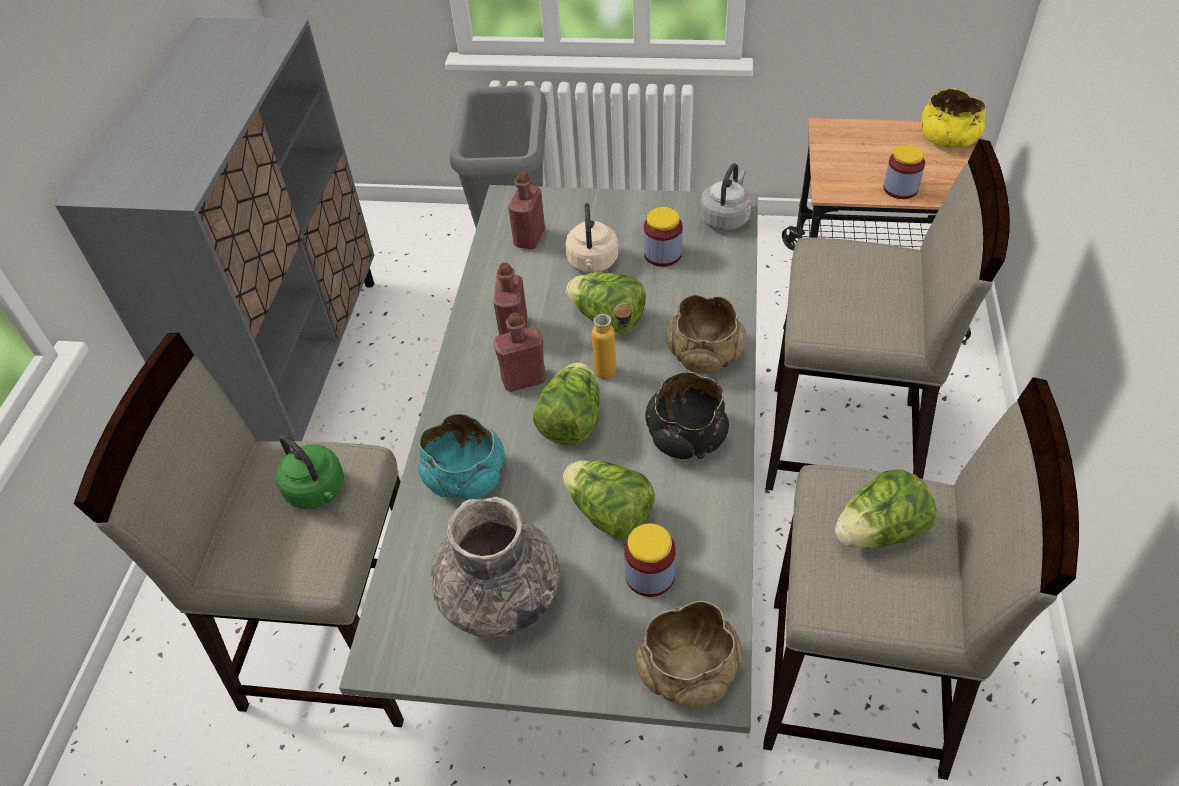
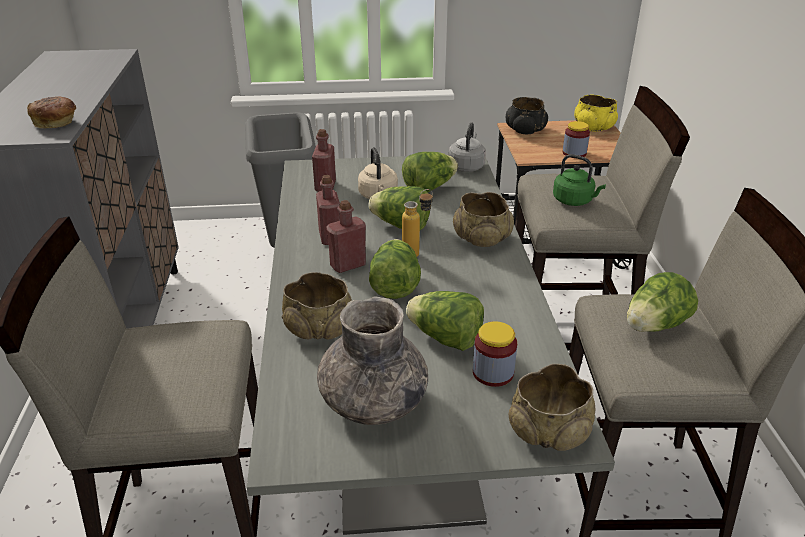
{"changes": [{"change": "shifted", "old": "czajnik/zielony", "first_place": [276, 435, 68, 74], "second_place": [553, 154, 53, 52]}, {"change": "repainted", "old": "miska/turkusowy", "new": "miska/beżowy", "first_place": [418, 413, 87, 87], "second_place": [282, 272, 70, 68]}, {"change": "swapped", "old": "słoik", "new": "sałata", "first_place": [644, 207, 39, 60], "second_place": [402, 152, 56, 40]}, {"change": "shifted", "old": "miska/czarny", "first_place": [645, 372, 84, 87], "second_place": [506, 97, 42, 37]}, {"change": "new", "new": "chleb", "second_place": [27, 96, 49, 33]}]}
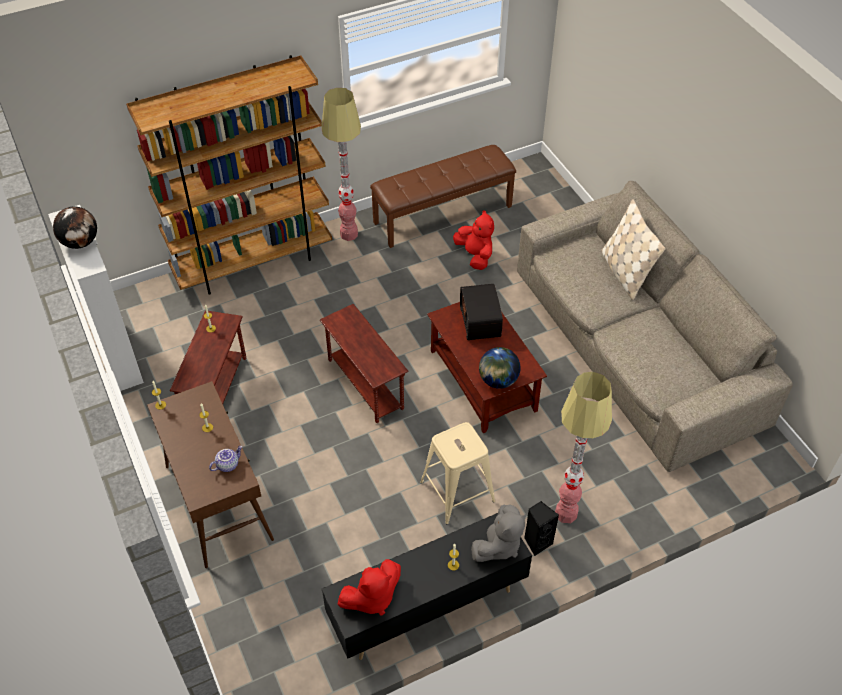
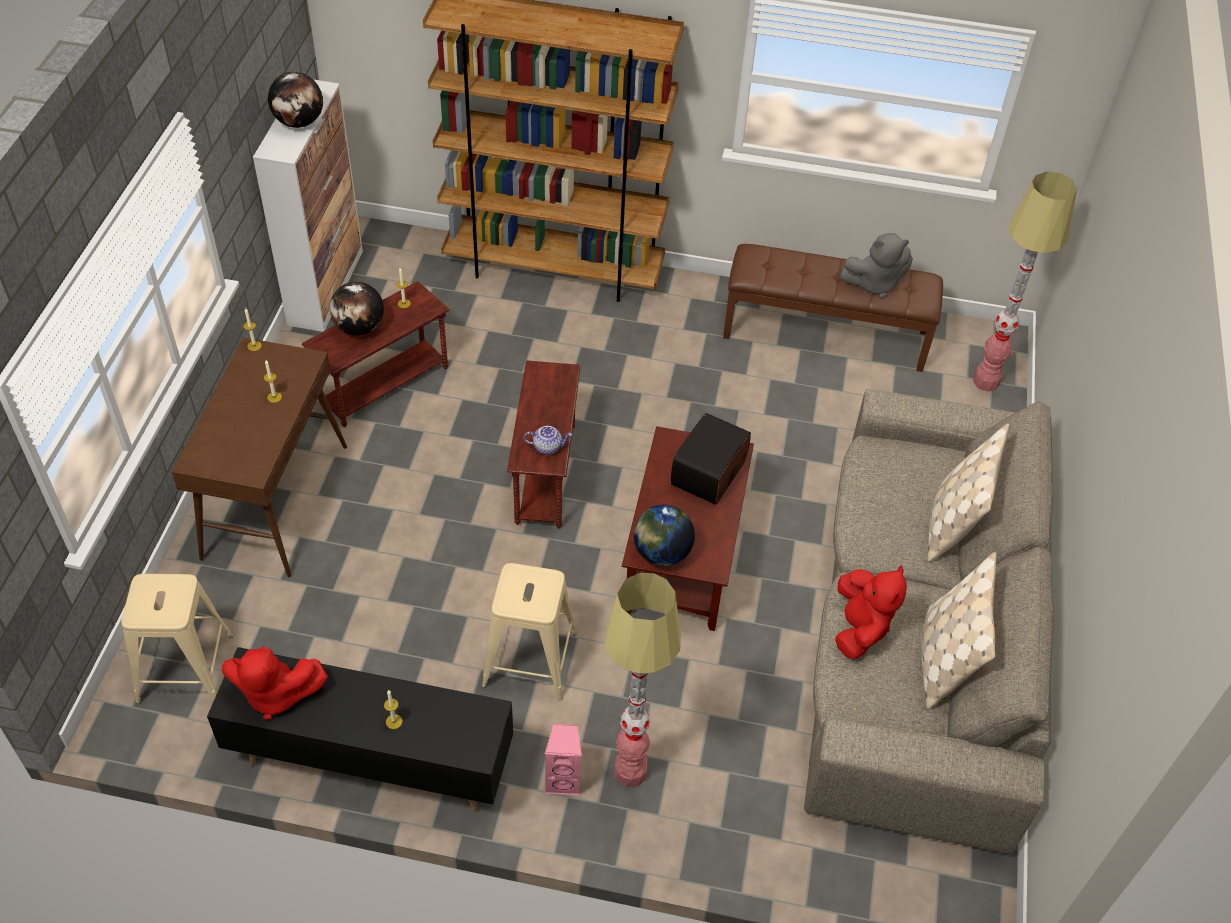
{"changes": [{"change": "shifted", "old": "imbryk", "first_place": [209, 446, 34, 26], "second_place": [523, 426, 49, 29]}, {"change": "shifted", "old": "lampa stojąca", "first_place": [322, 88, 39, 153], "second_place": [973, 171, 104, 221]}, {"change": "shifted", "old": "pluszak/czerwony", "first_place": [453, 210, 41, 60], "second_place": [835, 565, 72, 94]}, {"change": "shifted", "old": "pluszak/szary", "first_place": [471, 504, 56, 58], "second_place": [839, 233, 74, 65]}, {"change": "repainted", "old": "głośnik/czarny", "new": "głośnik/różowy", "first_place": [524, 501, 35, 55], "second_place": [545, 724, 37, 71]}, {"change": "new", "new": "stołek/beżowy", "second_place": [121, 574, 112, 130]}, {"change": "new", "new": "globus", "second_place": [330, 282, 54, 53]}, {"change": "new", "new": "poduszka/beżowy", "second_place": [921, 552, 75, 158]}]}
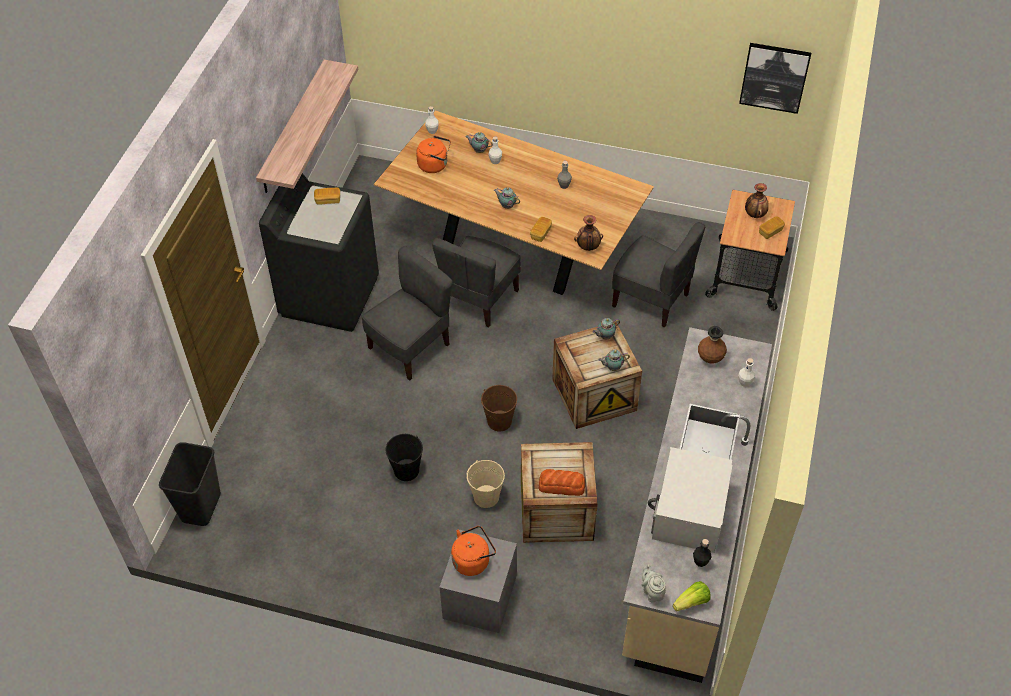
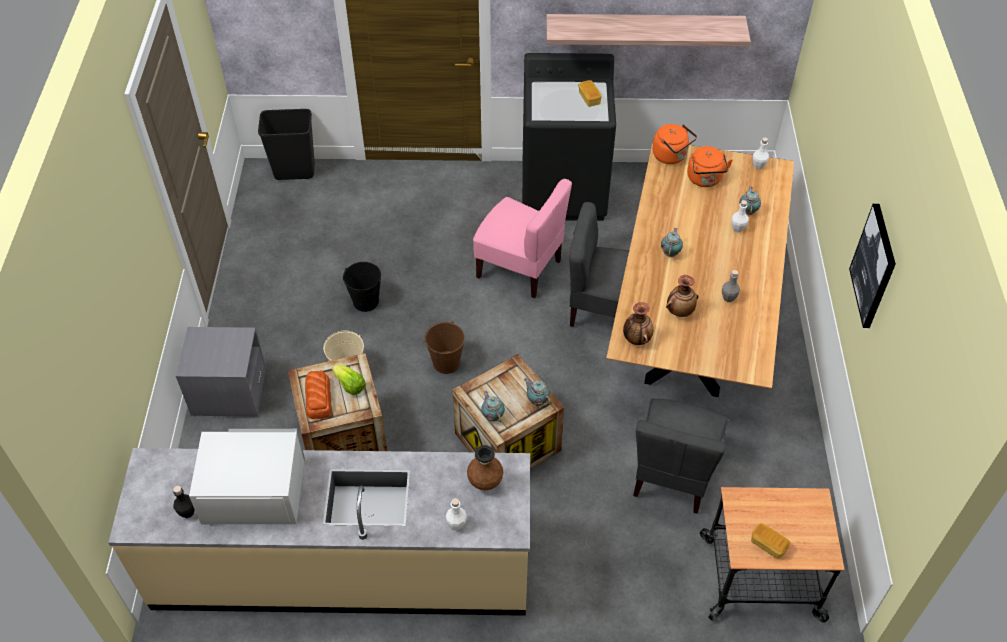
{"changes": [{"change": "repainted", "old": "krzesło/szary", "new": "krzesło/różowy", "first_place": [362, 246, 91, 135], "second_place": [473, 179, 99, 119]}, {"change": "shifted", "old": "czajnik/pomarańczowy", "first_place": [451, 526, 45, 50], "second_place": [652, 124, 45, 40]}, {"change": "gone", "old": "chleb", "first_place": [530, 217, 22, 25]}, {"change": "gone", "old": "imbryk/szary", "first_place": [642, 564, 24, 38]}, {"change": "shifted", "old": "sałata", "first_place": [673, 581, 38, 30], "second_place": [332, 364, 34, 31]}, {"change": "shifted", "old": "obraz", "first_place": [739, 43, 72, 71], "second_place": [849, 204, 47, 124]}, {"change": "shifted", "old": "wazon", "first_place": [745, 183, 24, 35], "second_place": [666, 275, 33, 42]}]}
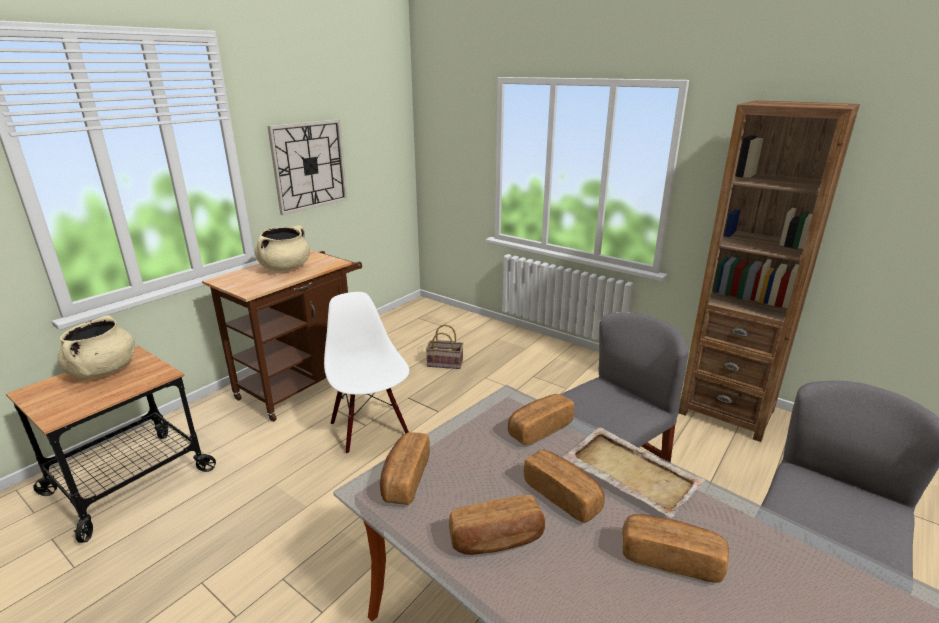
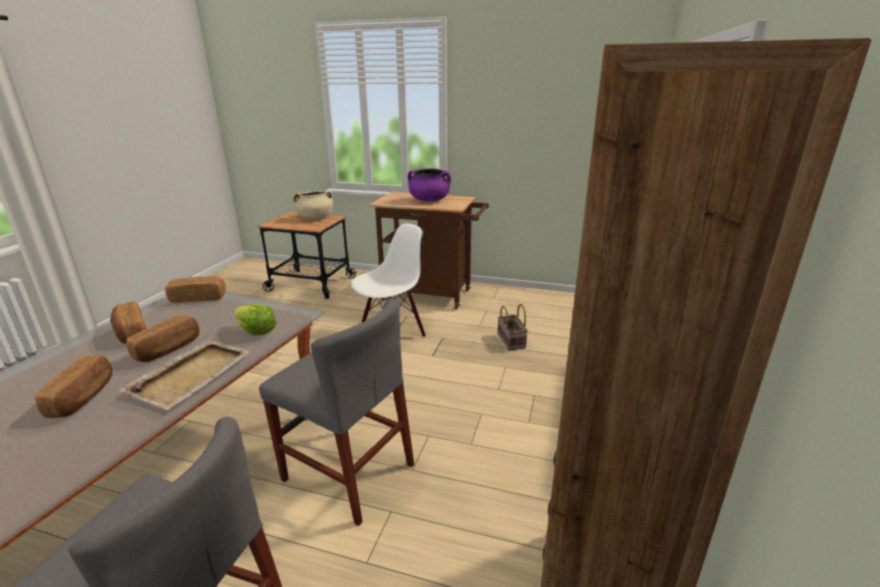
{"changes": [{"change": "repainted", "old": "garnek/beżowy", "new": "garnek/fioletowy", "first_place": [254, 226, 56, 45], "second_place": [408, 168, 43, 33]}, {"change": "gone", "old": "zegar ścienny", "first_place": [267, 119, 80, 96]}, {"change": "swapped", "old": "chleb", "new": "sałata", "first_place": [508, 394, 66, 51], "second_place": [233, 304, 44, 32]}]}
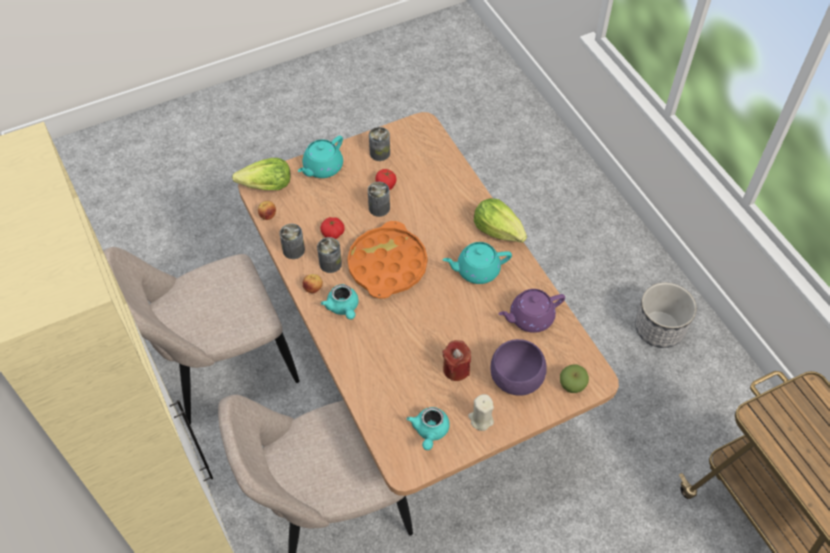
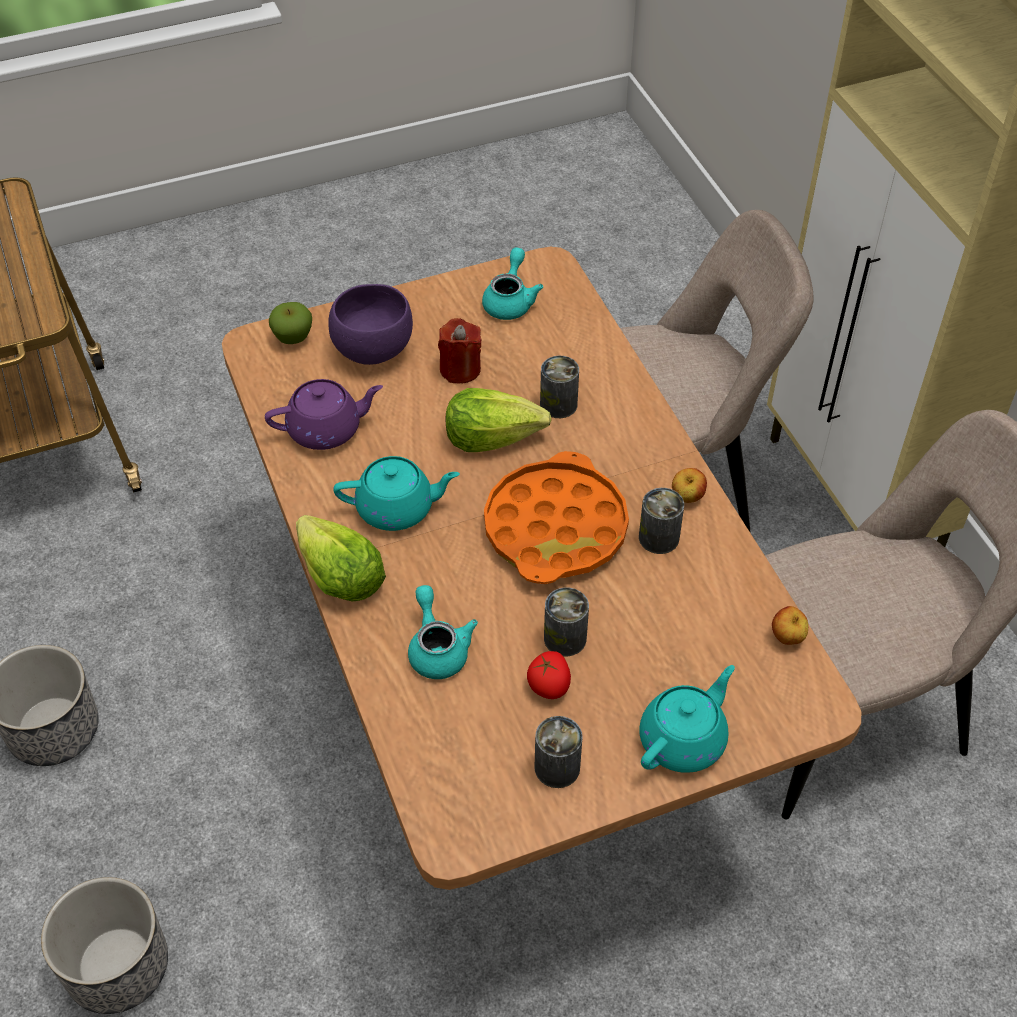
{"changes": [{"change": "shifted", "old": "sałata", "first_place": [232, 158, 59, 32], "second_place": [446, 388, 106, 64]}, {"change": "shifted", "old": "puszka", "first_place": [279, 224, 26, 35], "second_place": [540, 356, 39, 62]}, {"change": "gone", "old": "pomidor", "first_place": [320, 217, 25, 22]}, {"change": "shifted", "old": "imbryk/turkusowy", "first_place": [321, 284, 38, 36], "second_place": [408, 585, 70, 94]}, {"change": "gone", "old": "świeca/beżowy", "first_place": [468, 394, 26, 37]}, {"change": "new", "new": "donica", "second_place": [41, 877, 127, 137]}]}
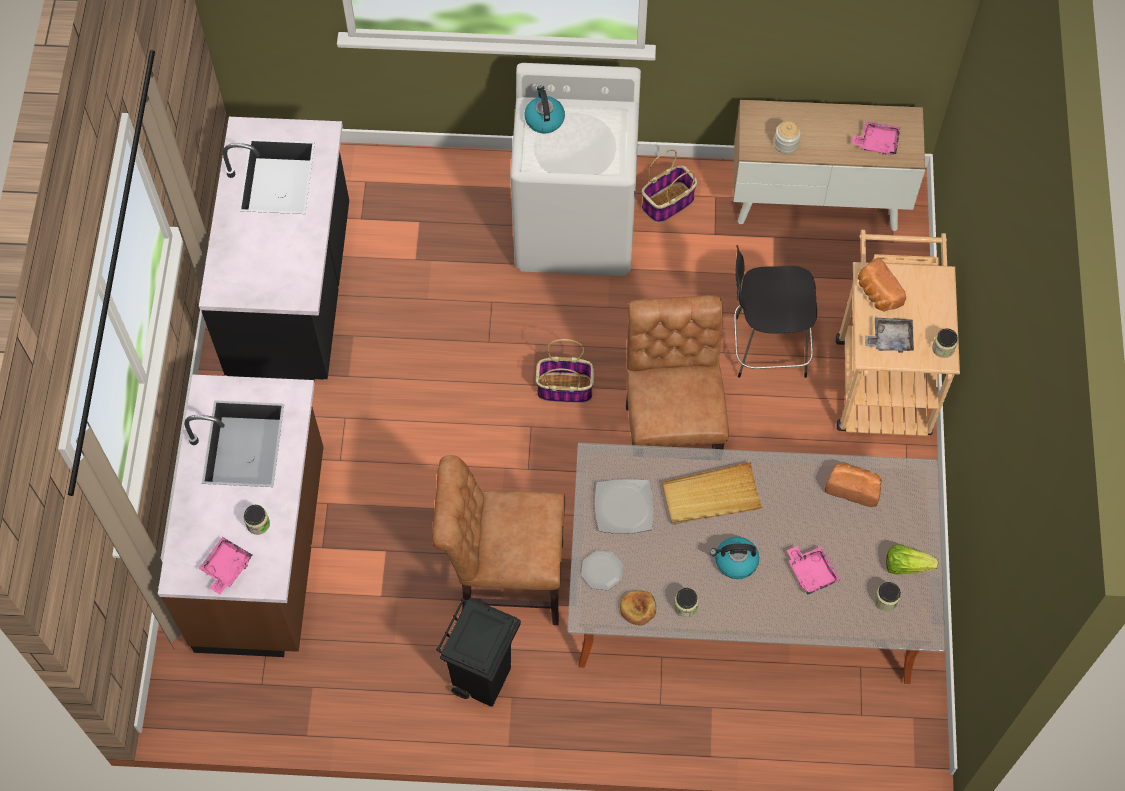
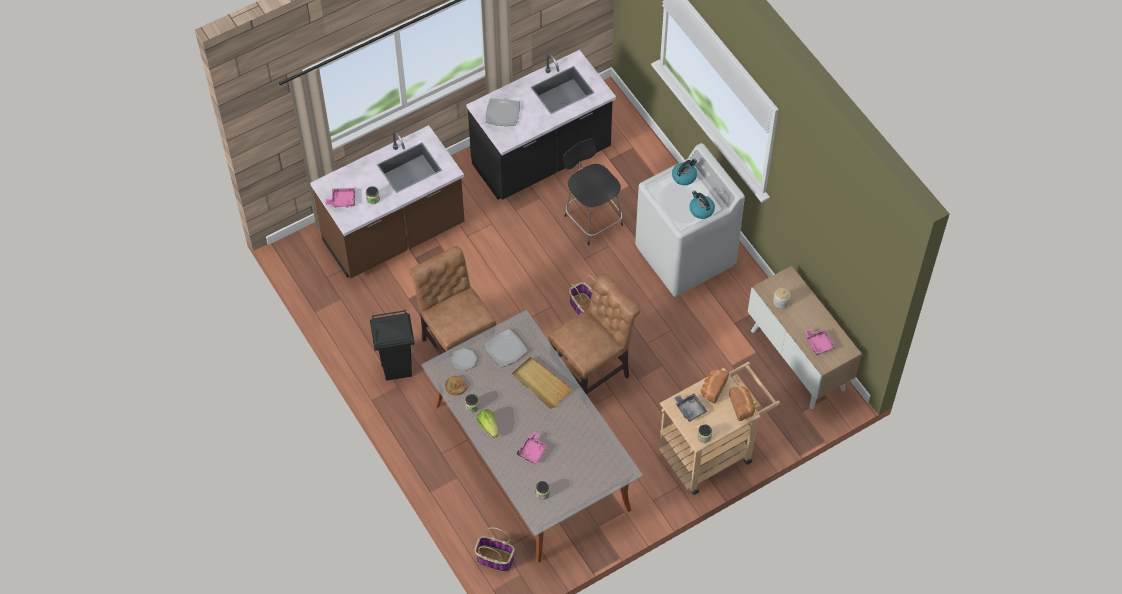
{"changes": [{"change": "shifted", "old": "koszyk", "first_place": [642, 149, 55, 74], "second_place": [475, 527, 40, 45]}, {"change": "shifted", "old": "czajnik", "first_place": [710, 537, 49, 42], "second_place": [690, 191, 25, 28]}, {"change": "shifted", "old": "krzesło/czarny", "first_place": [734, 245, 83, 133], "second_place": [563, 138, 60, 107]}, {"change": "shifted", "old": "chleb", "first_place": [825, 464, 57, 43], "second_place": [729, 386, 26, 35]}, {"change": "shifted", "old": "sałata", "first_place": [886, 544, 52, 31], "second_place": [477, 409, 21, 29]}, {"change": "new", "new": "talerz", "second_place": [486, 98, 34, 28]}]}
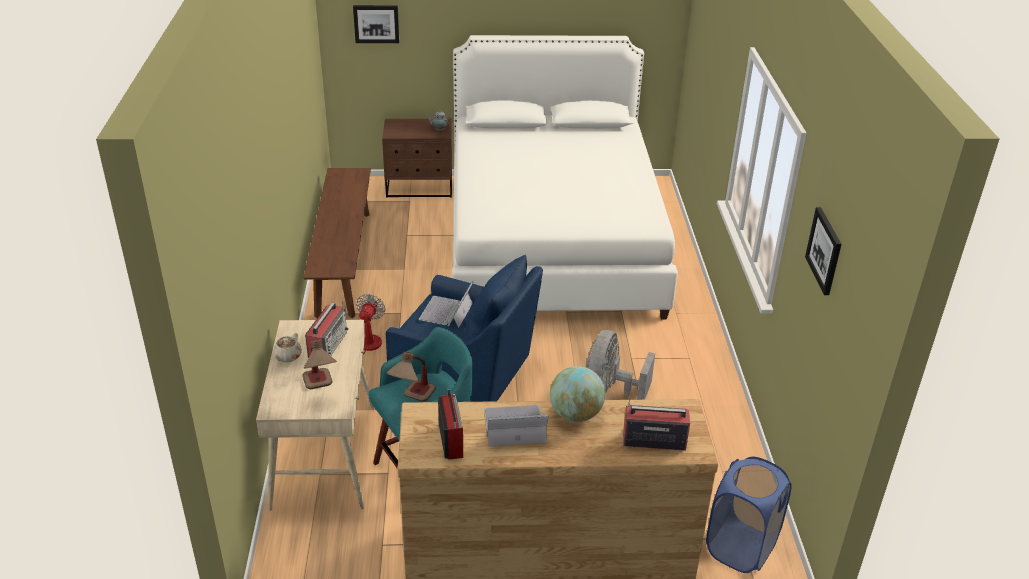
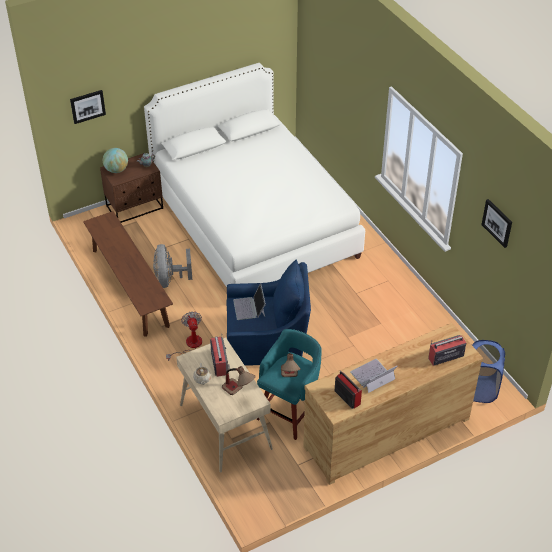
{"changes": [{"change": "shifted", "old": "globus", "first_place": [550, 366, 55, 56], "second_place": [103, 148, 25, 25]}, {"change": "shifted", "old": "wentylator/szary", "first_place": [586, 330, 69, 70], "second_place": [153, 244, 39, 44]}]}
